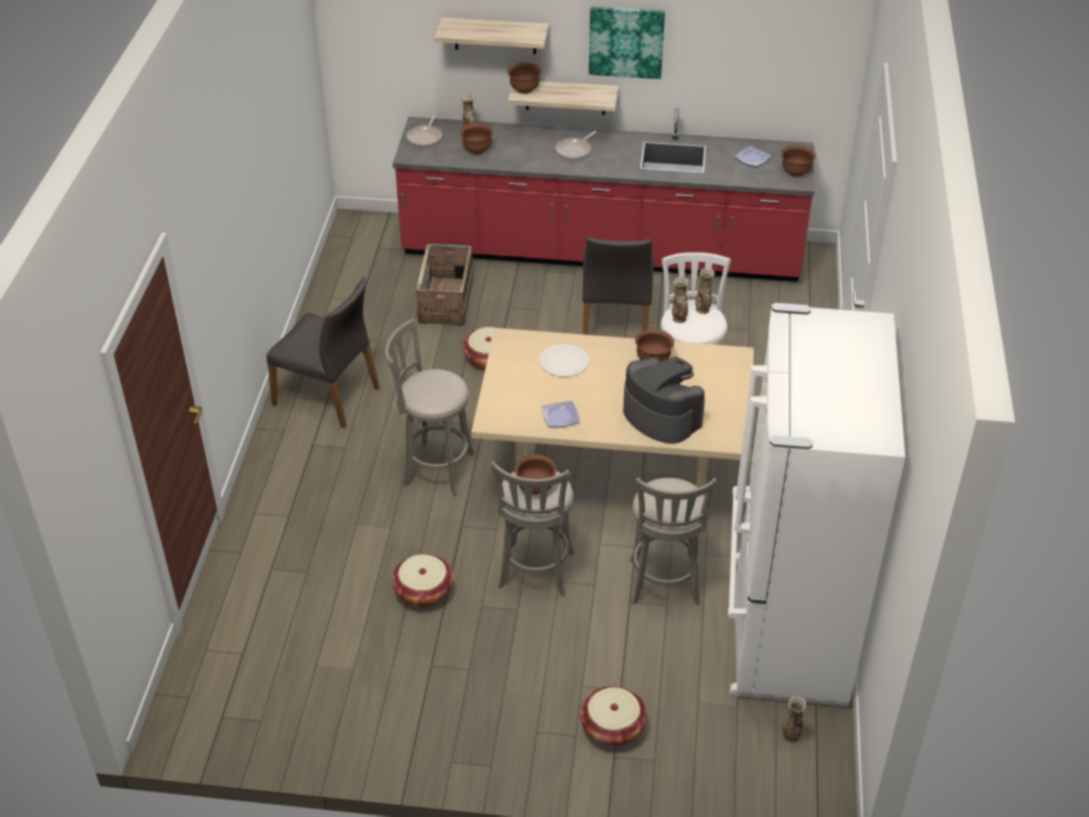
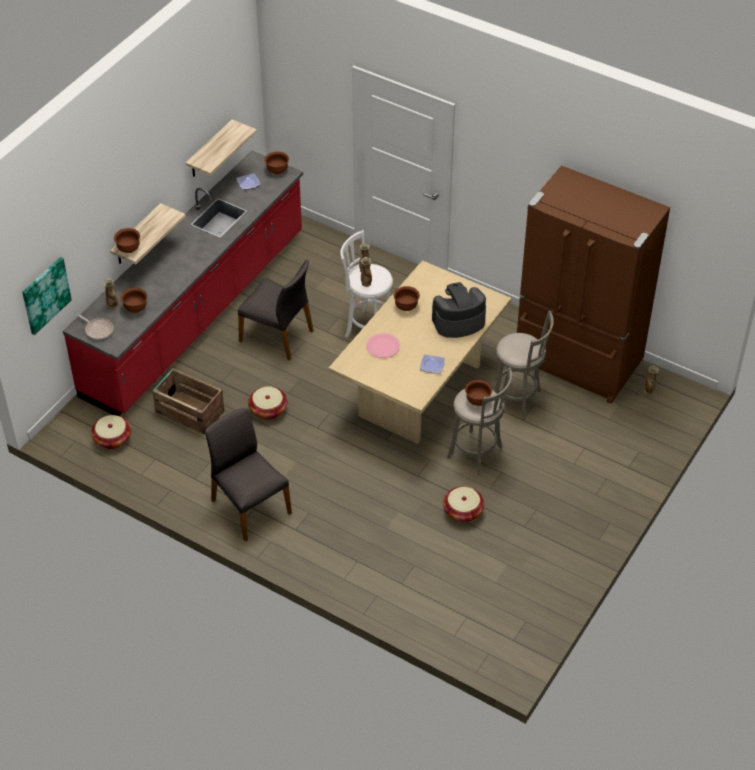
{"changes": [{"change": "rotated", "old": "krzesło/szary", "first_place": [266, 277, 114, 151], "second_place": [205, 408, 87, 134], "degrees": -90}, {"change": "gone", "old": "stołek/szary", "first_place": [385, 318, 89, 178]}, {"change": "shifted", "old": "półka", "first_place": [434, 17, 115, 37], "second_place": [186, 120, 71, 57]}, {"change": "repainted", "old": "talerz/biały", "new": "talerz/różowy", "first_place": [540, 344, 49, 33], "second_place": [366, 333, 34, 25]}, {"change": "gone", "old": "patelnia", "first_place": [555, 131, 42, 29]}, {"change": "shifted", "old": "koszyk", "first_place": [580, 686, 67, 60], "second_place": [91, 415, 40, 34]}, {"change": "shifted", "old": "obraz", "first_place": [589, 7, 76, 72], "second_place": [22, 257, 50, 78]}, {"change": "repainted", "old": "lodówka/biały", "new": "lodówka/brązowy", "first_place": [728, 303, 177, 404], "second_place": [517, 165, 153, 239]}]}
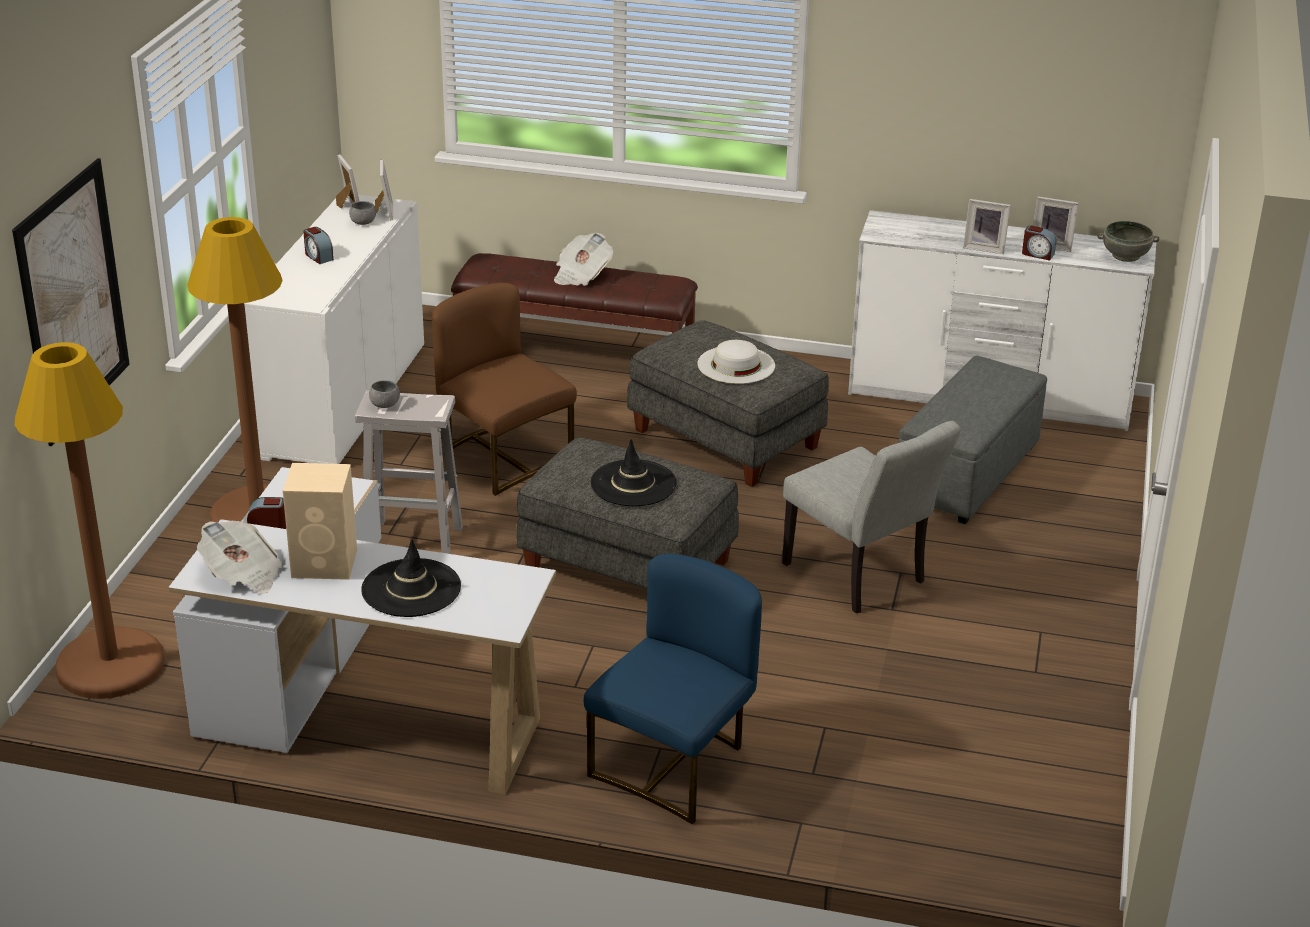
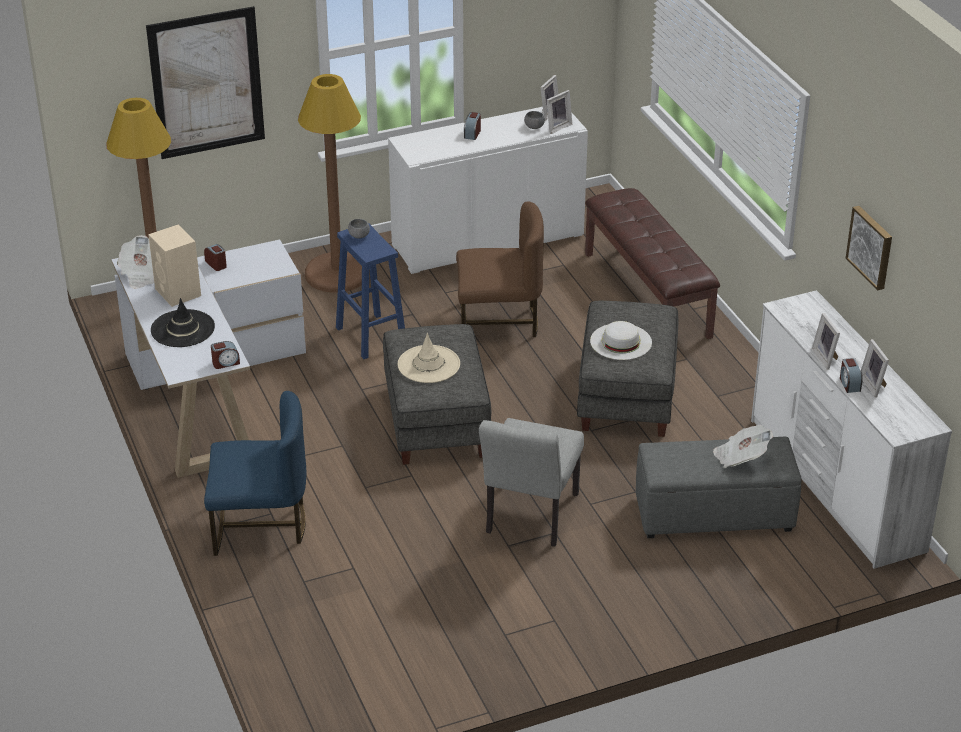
{"changes": [{"change": "repainted", "old": "stołek/biały", "new": "stołek/niebieski", "first_place": [355, 390, 108, 164], "second_place": [336, 223, 69, 136]}, {"change": "rotated", "old": "krzesło/brązowy", "first_place": [432, 283, 145, 213], "second_place": [456, 202, 88, 135], "degrees": 75}, {"change": "shifted", "old": "gazeta", "first_place": [554, 233, 59, 53], "second_place": [713, 425, 60, 43]}, {"change": "repainted", "old": "kapelusz/czarny", "new": "kapelusz/beżowy", "first_place": [590, 439, 86, 67], "second_place": [398, 333, 62, 50]}, {"change": "gone", "old": "miska/szary", "first_place": [1098, 221, 61, 41]}, {"change": "new", "new": "budzik", "second_place": [211, 341, 29, 28]}, {"change": "new", "new": "obraz", "second_place": [846, 206, 46, 84]}]}
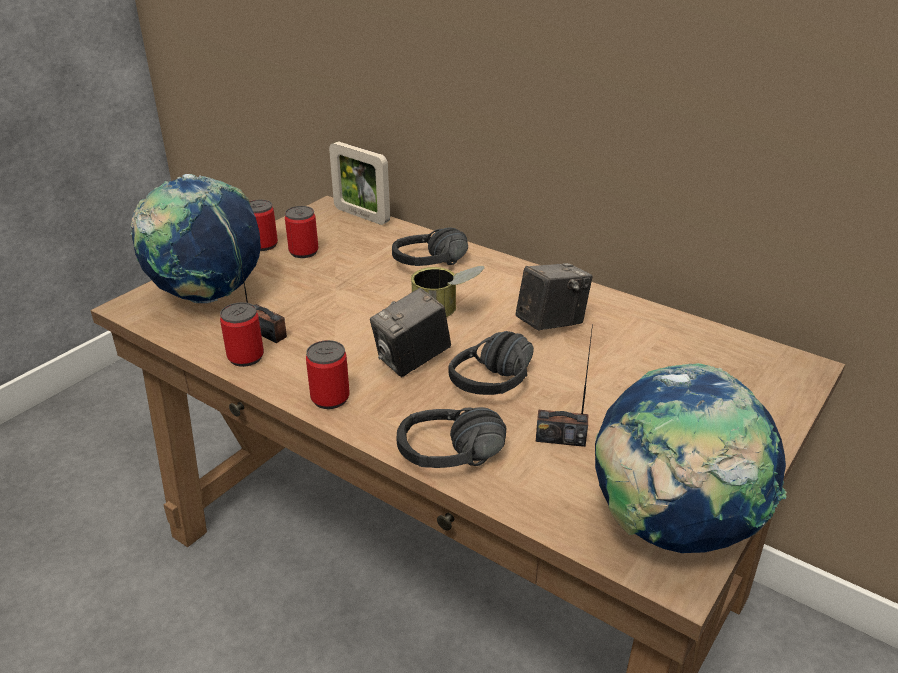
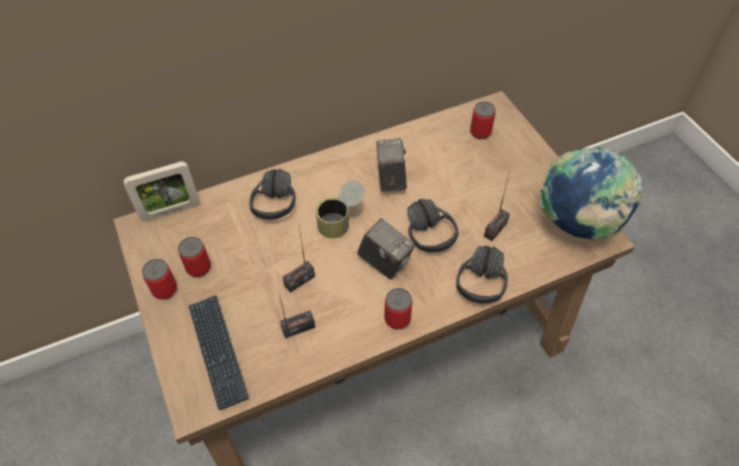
{"changes": [{"change": "swapped", "old": "globus", "new": "klawiatura", "first_place": [130, 174, 131, 129], "second_place": [189, 295, 60, 115]}, {"change": "shifted", "old": "puszka", "first_place": [220, 302, 44, 65], "second_place": [470, 102, 26, 37]}, {"change": "rotated", "old": "aparat fotograficzny", "first_place": [370, 288, 81, 89], "second_place": [357, 219, 58, 61], "degrees": -45}, {"change": "new", "new": "radio", "second_place": [283, 228, 32, 65]}]}
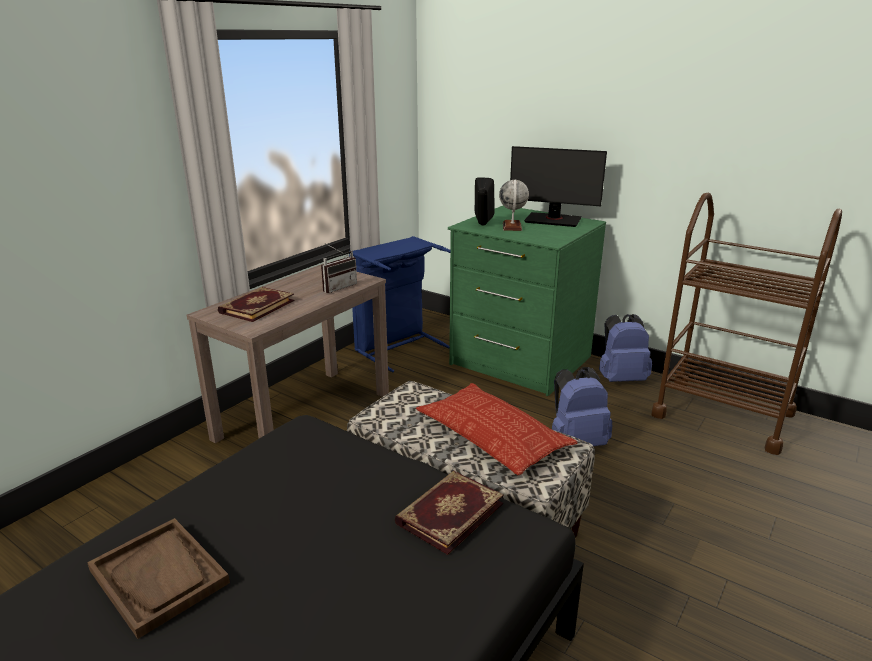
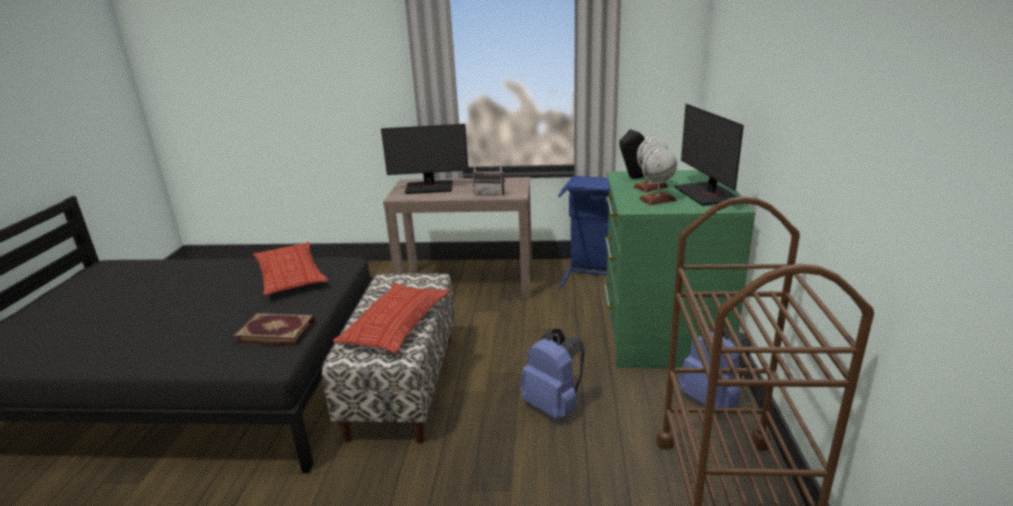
{"changes": [{"change": "gone", "old": "taca/brązowy", "first_place": [87, 518, 143, 121]}, {"change": "swapped", "old": "książka", "new": "monitor", "first_place": [218, 287, 77, 35], "second_place": [381, 124, 88, 70]}, {"change": "new", "new": "poduszka", "second_place": [253, 242, 75, 53]}, {"change": "new", "new": "globus", "second_place": [639, 147, 38, 58]}]}
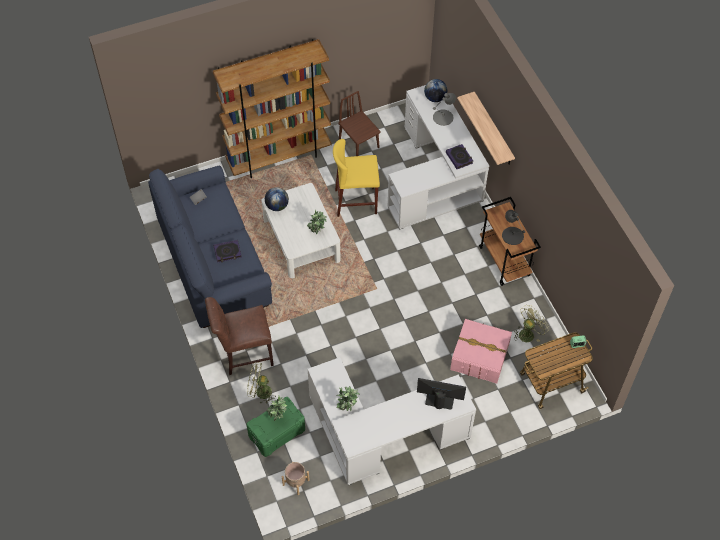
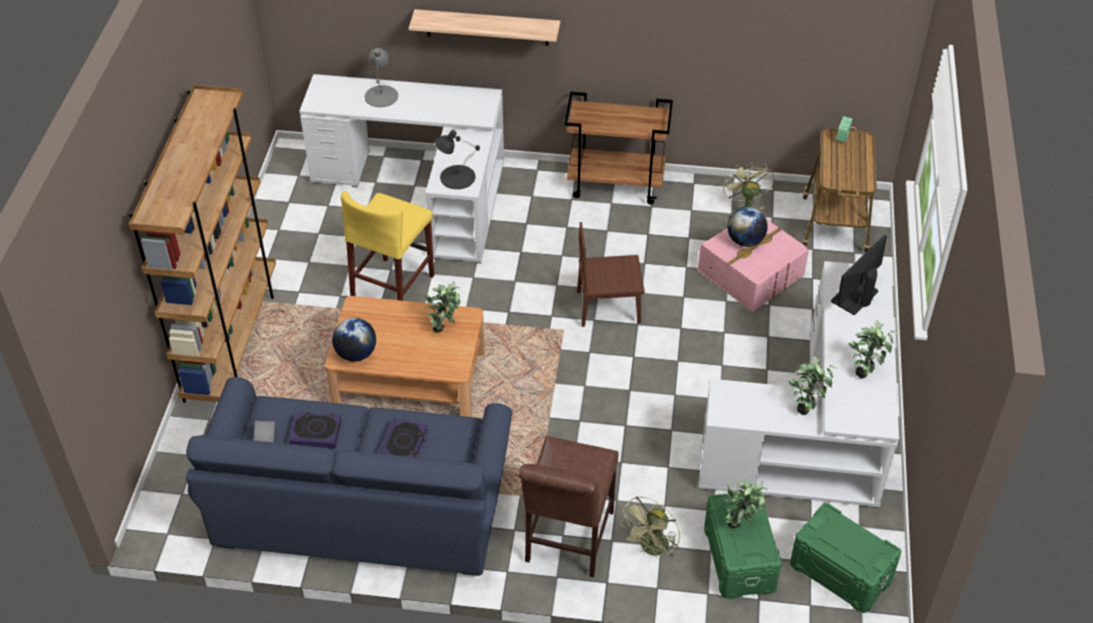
{"changes": [{"change": "repainted", "old": "ława/biały", "new": "ława/brązowy", "first_place": [261, 183, 79, 95], "second_place": [325, 296, 160, 121]}, {"change": "swapped", "old": "donica/beżowy", "new": "pojemnik do przechowywania/zielony", "first_place": [282, 462, 28, 33], "second_place": [790, 503, 111, 110]}, {"change": "shifted", "old": "krzesło/brązowy", "first_place": [338, 91, 43, 65], "second_place": [577, 222, 68, 105]}, {"change": "shifted", "old": "globus", "first_place": [424, 79, 23, 23], "second_place": [727, 207, 41, 40]}, {"change": "shifted", "old": "książka", "first_place": [446, 144, 27, 25], "second_place": [289, 412, 53, 36]}, {"change": "shifted", "old": "lampa stołowa/czarny", "first_place": [502, 210, 23, 35], "second_place": [435, 130, 45, 59]}, {"change": "new", "new": "roślina doniczkowa", "second_place": [848, 320, 50, 58]}]}
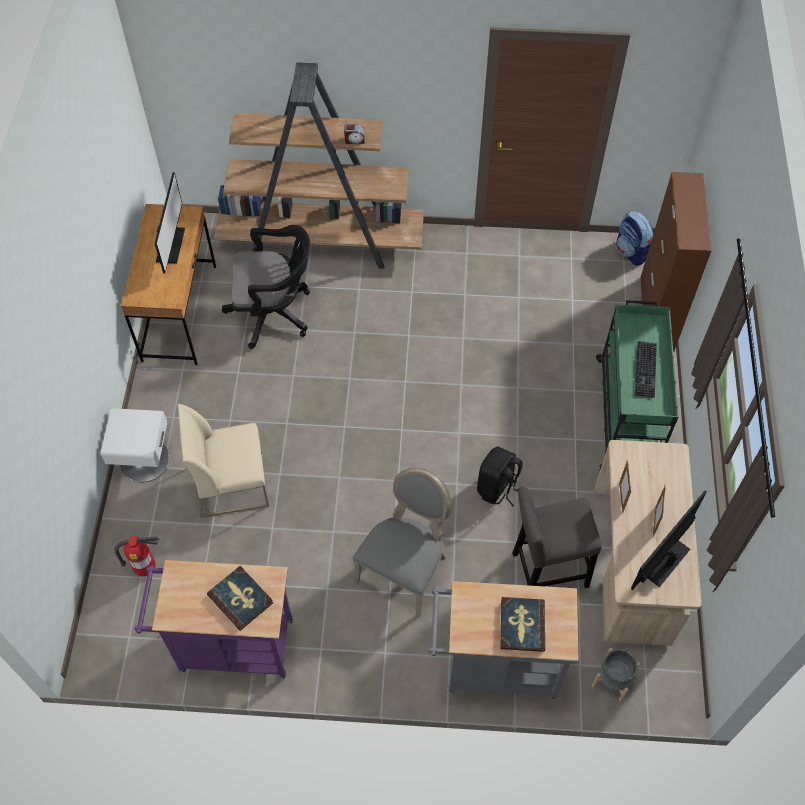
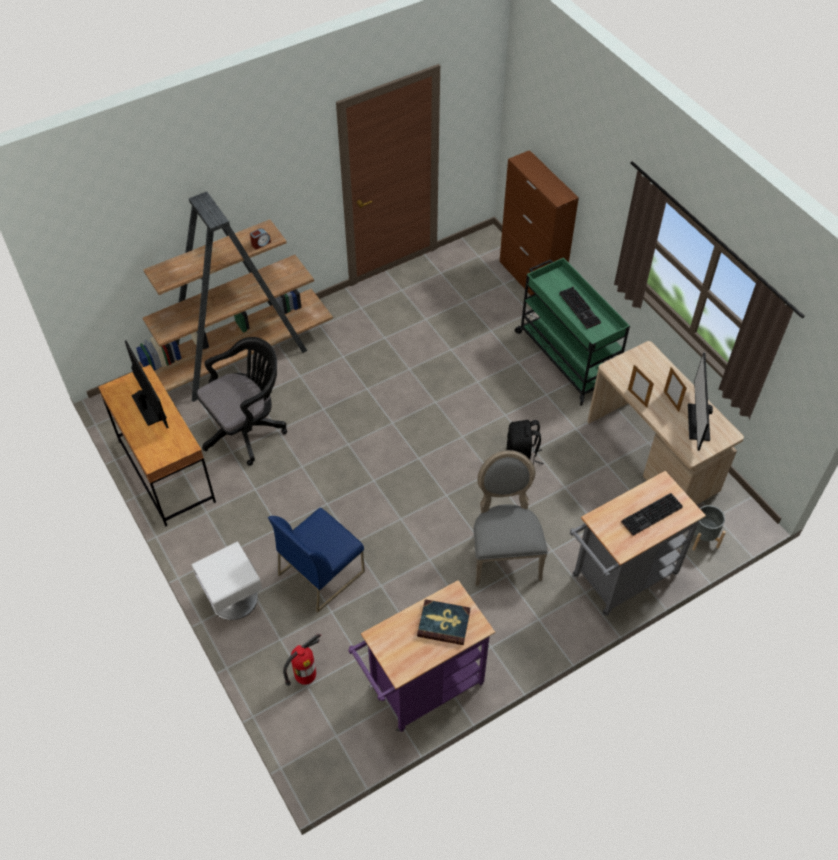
{"changes": [{"change": "repainted", "old": "krzesło/beżowy", "new": "krzesło/niebieski", "first_place": [178, 404, 91, 114], "second_place": [268, 508, 97, 105]}, {"change": "swapped", "old": "książka", "new": "klawiatura", "first_place": [500, 597, 45, 55], "second_place": [621, 493, 62, 43]}, {"change": "gone", "old": "stołek/szary", "first_place": [512, 486, 89, 102]}, {"change": "gone", "old": "plecak", "first_place": [616, 211, 37, 55]}]}
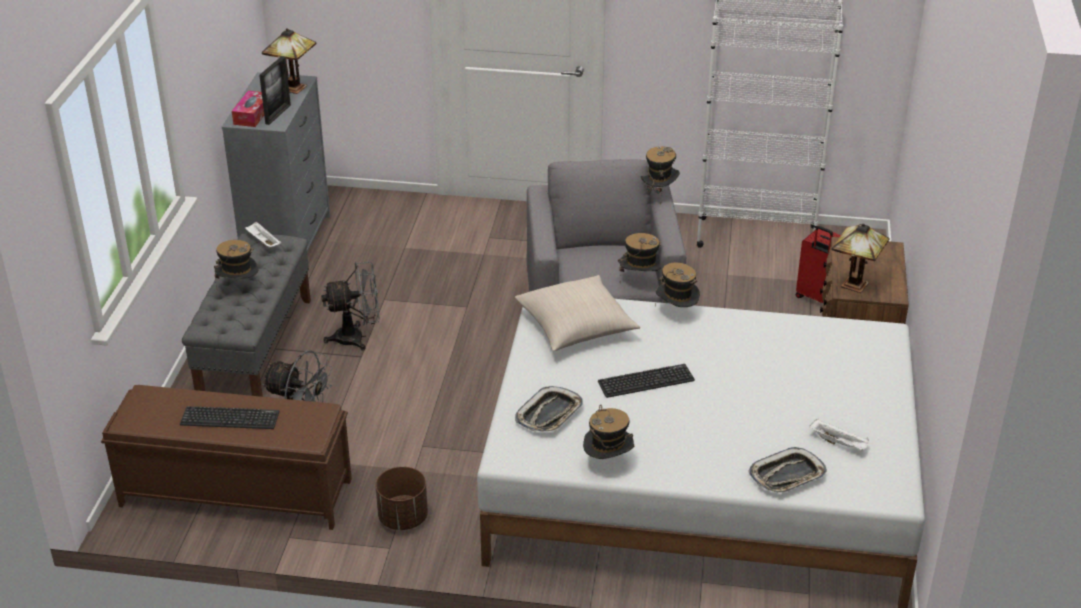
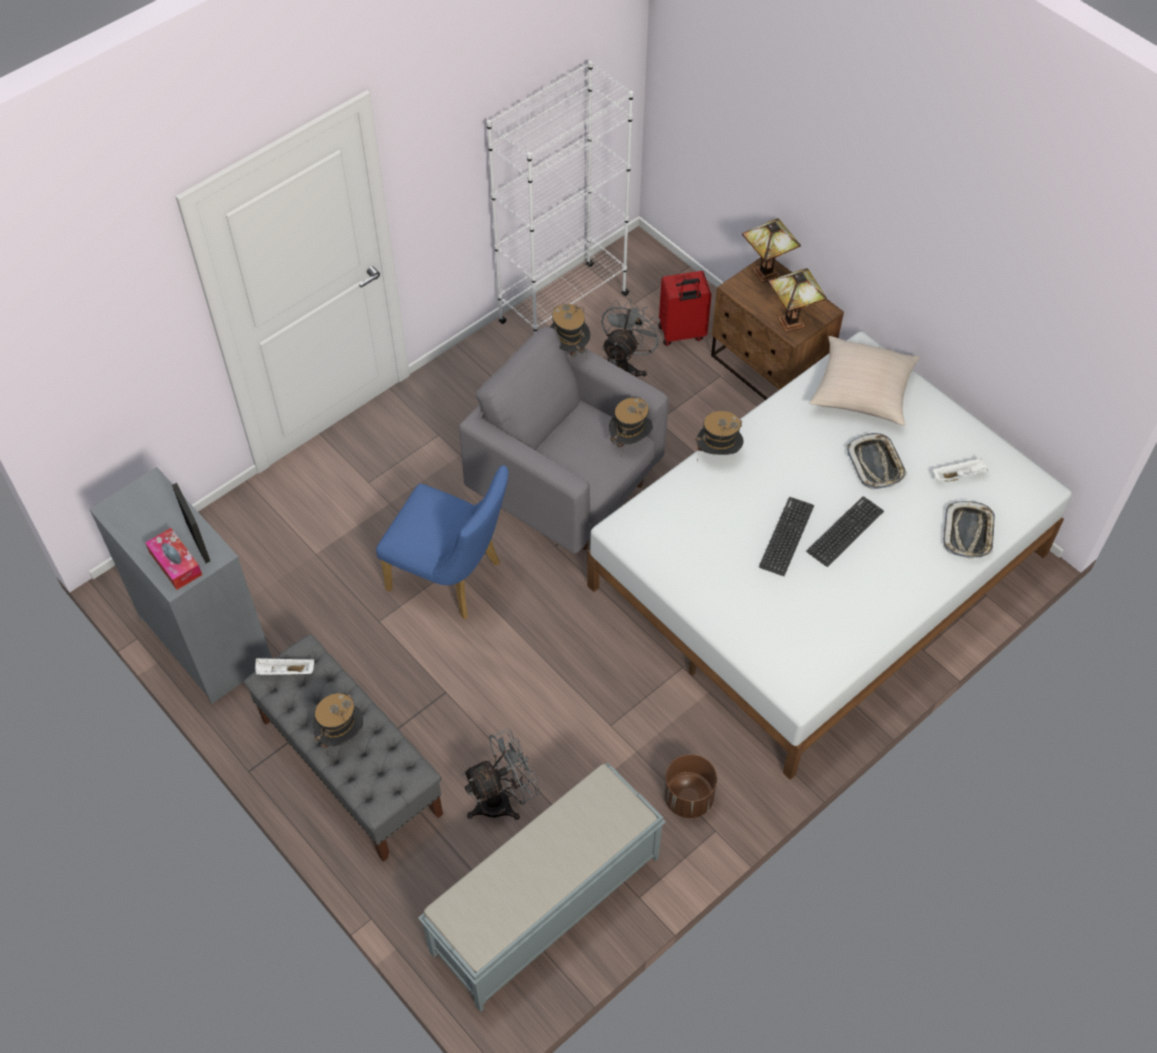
{"changes": [{"change": "repainted", "old": "ławka/brązowy", "new": "ławka/szary", "first_place": [101, 385, 251, 145], "second_place": [418, 763, 248, 249]}, {"change": "shifted", "old": "klawiatura", "first_place": [180, 406, 99, 23], "second_place": [806, 496, 78, 71]}, {"change": "shifted", "old": "lampa stołowa", "first_place": [262, 28, 54, 66], "second_place": [742, 218, 59, 65]}, {"change": "shifted", "old": "wentylator/szary", "first_place": [321, 262, 59, 89], "second_place": [601, 299, 63, 78]}, {"change": "shifted", "old": "poduszka/beżowy", "first_place": [515, 275, 125, 76], "second_place": [810, 336, 110, 90]}, {"change": "shifted", "old": "taca", "first_place": [515, 386, 68, 46], "second_place": [846, 433, 62, 56]}, {"change": "gone", "old": "kapelusz", "first_place": [583, 405, 51, 54]}, {"change": "new", "new": "krzesło/niebieski", "second_place": [376, 465, 132, 155]}]}
